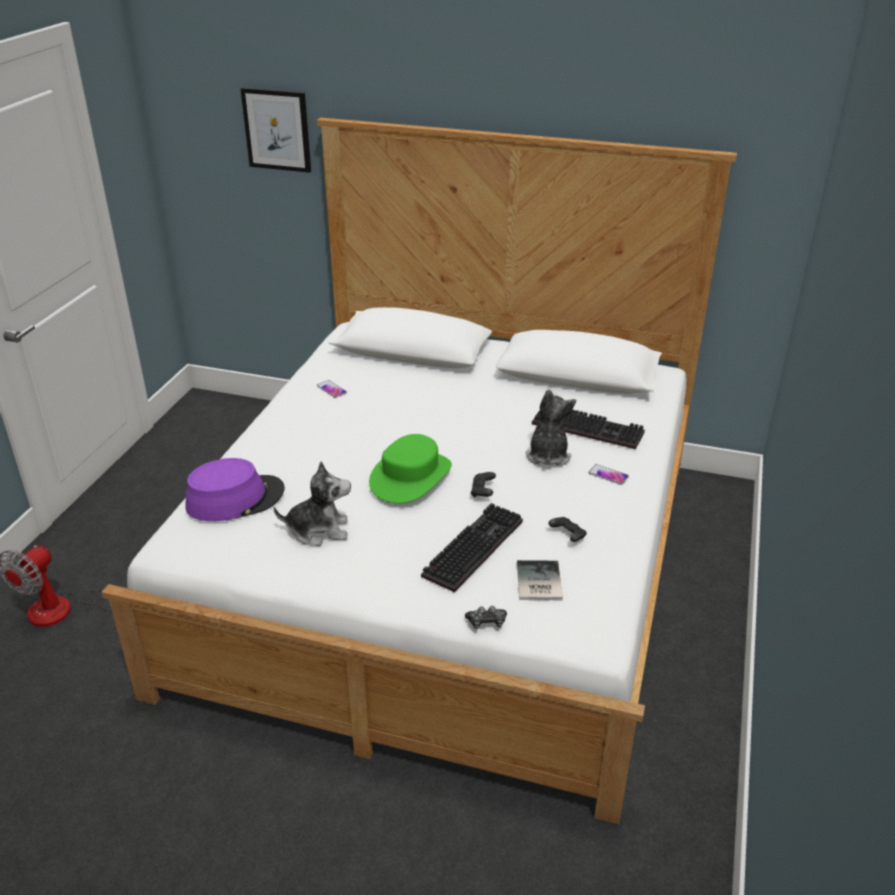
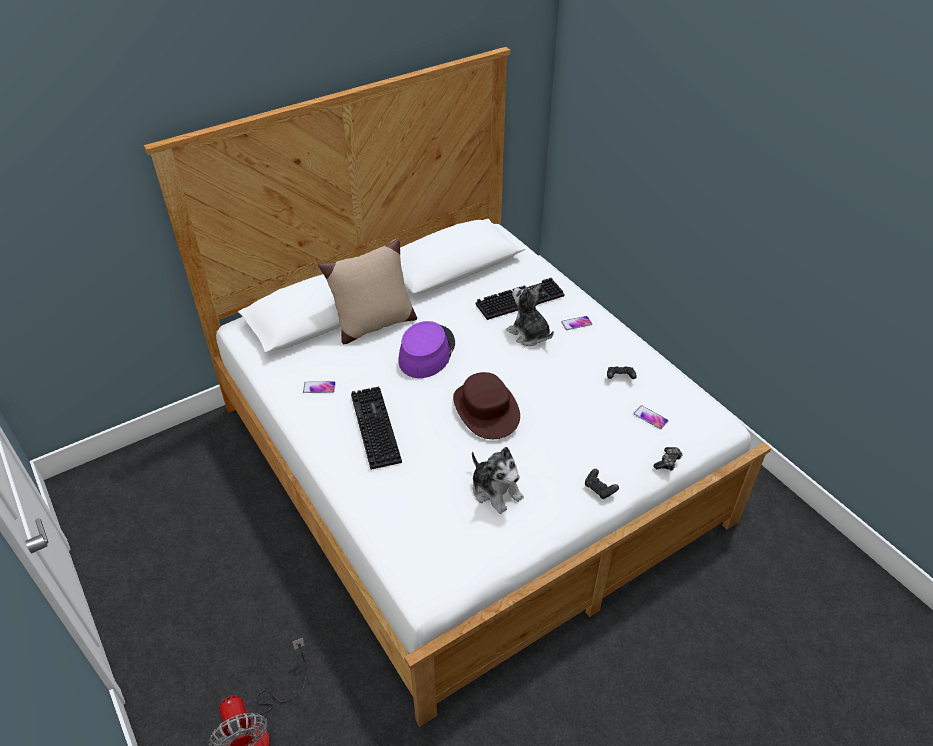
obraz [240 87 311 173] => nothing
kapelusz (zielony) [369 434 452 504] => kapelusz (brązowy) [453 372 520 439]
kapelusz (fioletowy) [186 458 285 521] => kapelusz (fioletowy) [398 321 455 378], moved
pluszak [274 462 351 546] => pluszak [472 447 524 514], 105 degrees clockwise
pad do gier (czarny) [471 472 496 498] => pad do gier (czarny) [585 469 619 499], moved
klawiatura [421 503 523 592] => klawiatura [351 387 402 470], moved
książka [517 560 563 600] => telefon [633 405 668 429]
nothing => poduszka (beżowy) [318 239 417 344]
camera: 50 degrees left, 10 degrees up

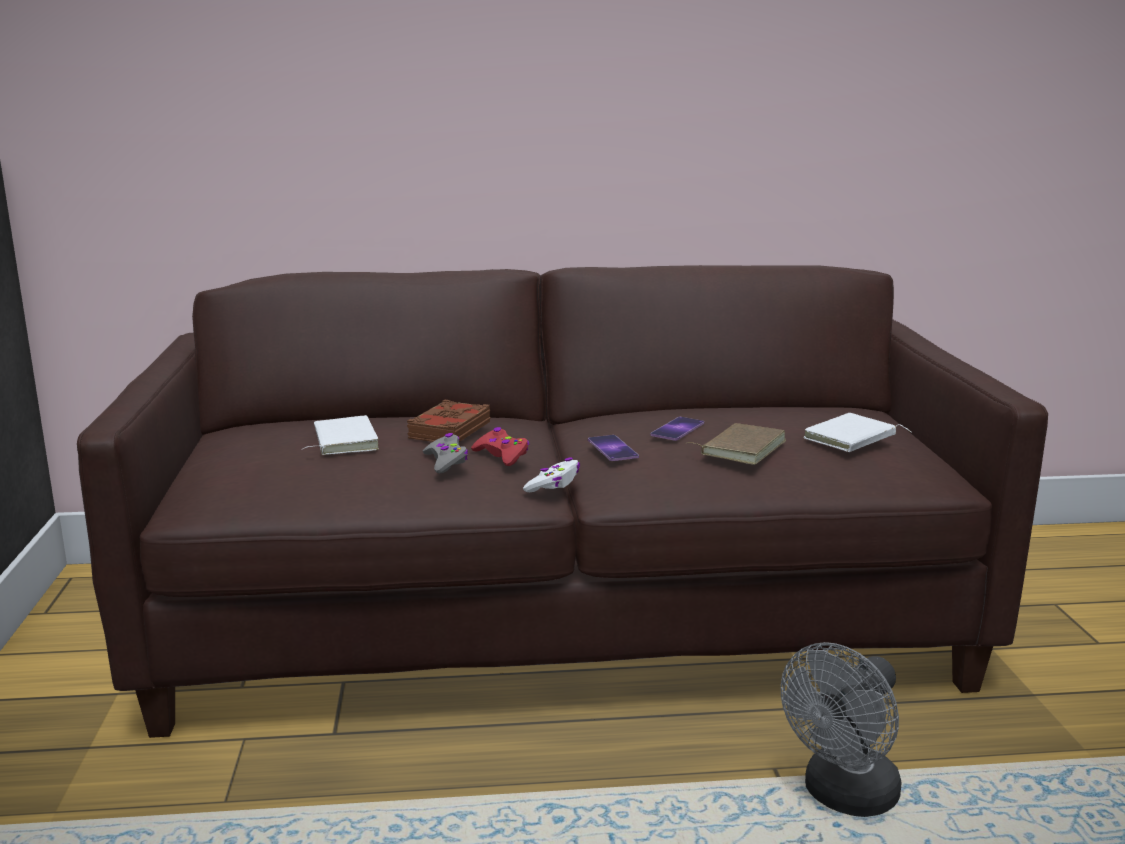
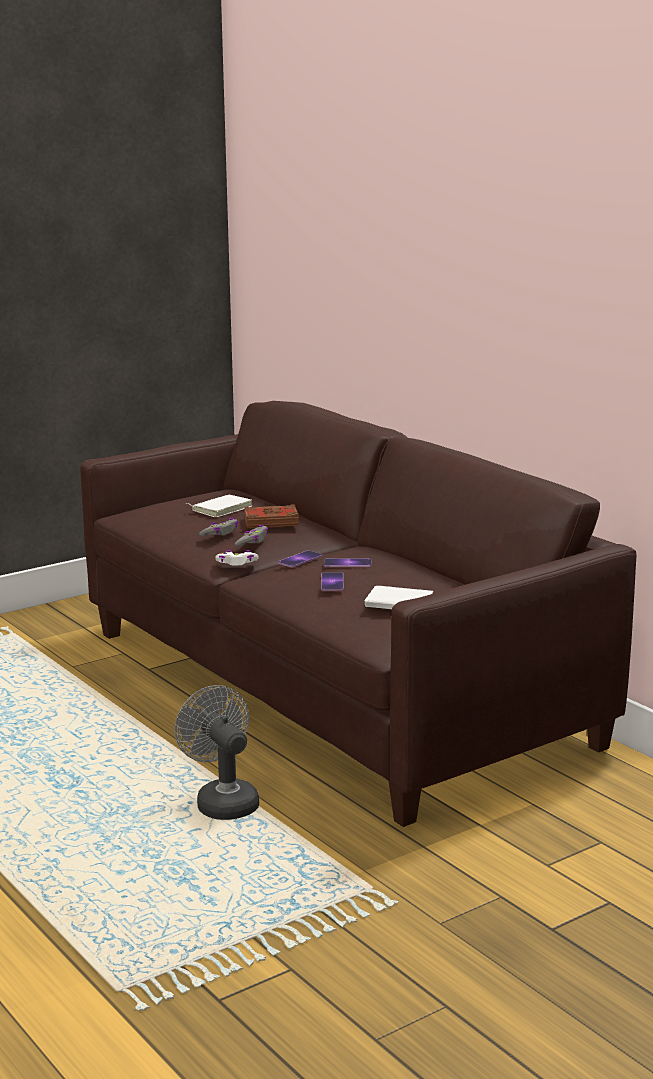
książka (brązowy) [685 423 786 465] => telefon [321 572 344 591]
pad do gier (czerwony) [471 427 529 466] => pad do gier (szary) [235 525 268 546]
wentylator (szary) [781 642 902 817] => wentylator (szary) [175 685 259 820], 45 degrees clockwise
camera: 60 degrees right, 0 degrees up

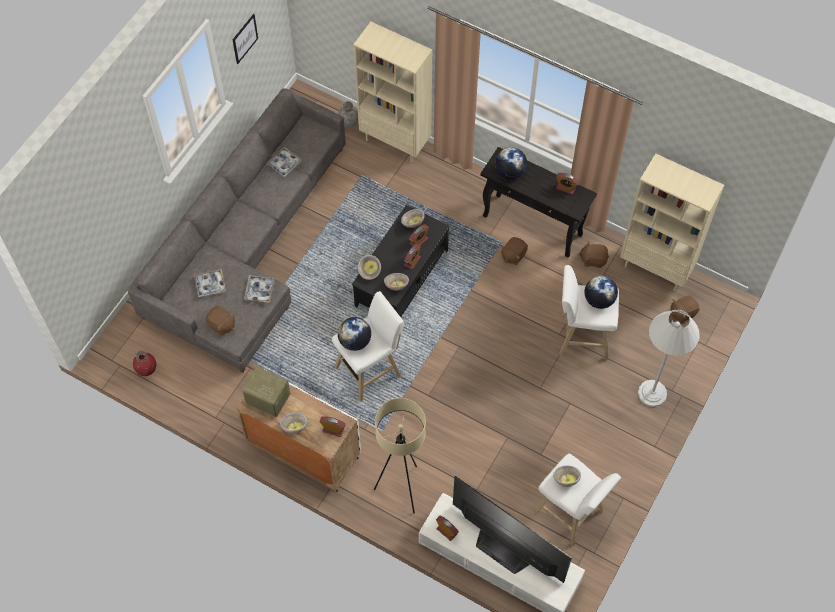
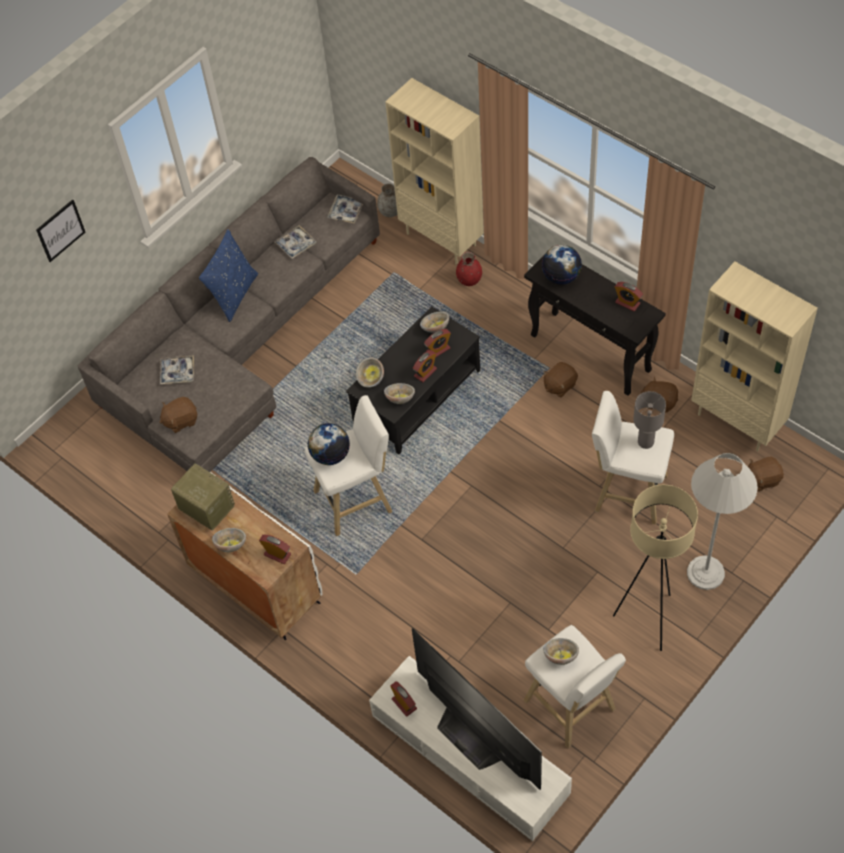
obraz [233 14 258 64] => obraz [36 199 85 262], moved
taca [244 275 275 302] => taca [327 194 363 224], moved
globus [584 276 618 309] => lampa stołowa (szary) [633 391 666 449]
pluszak (brązowy) [205 306 235 336] => pluszak (brązowy) [159 397 197 433], 105 degrees clockwise
wazon (czerwony) [133 350 156 376] => wazon (czerwony) [456 252 482 286], moved
lampa stojąca (beżowy) [374 398 426 513] => lampa stojąca (beżowy) [613 485 698 651], moved
nothing => poduszka (niebieski) [199 229 258 322]
camera: 15 degrees right, 5 degrees down

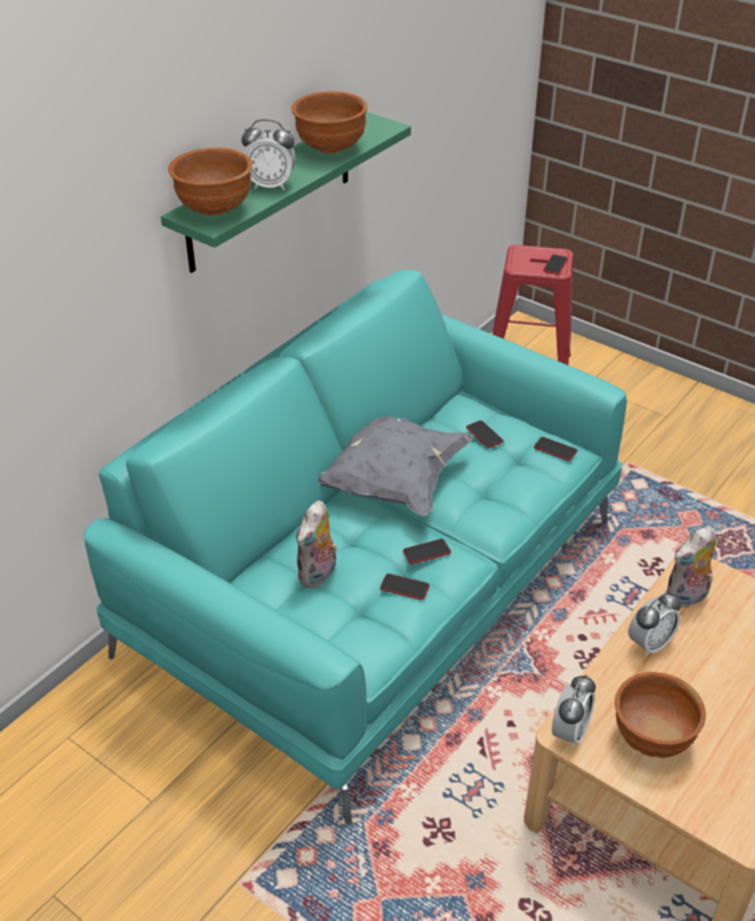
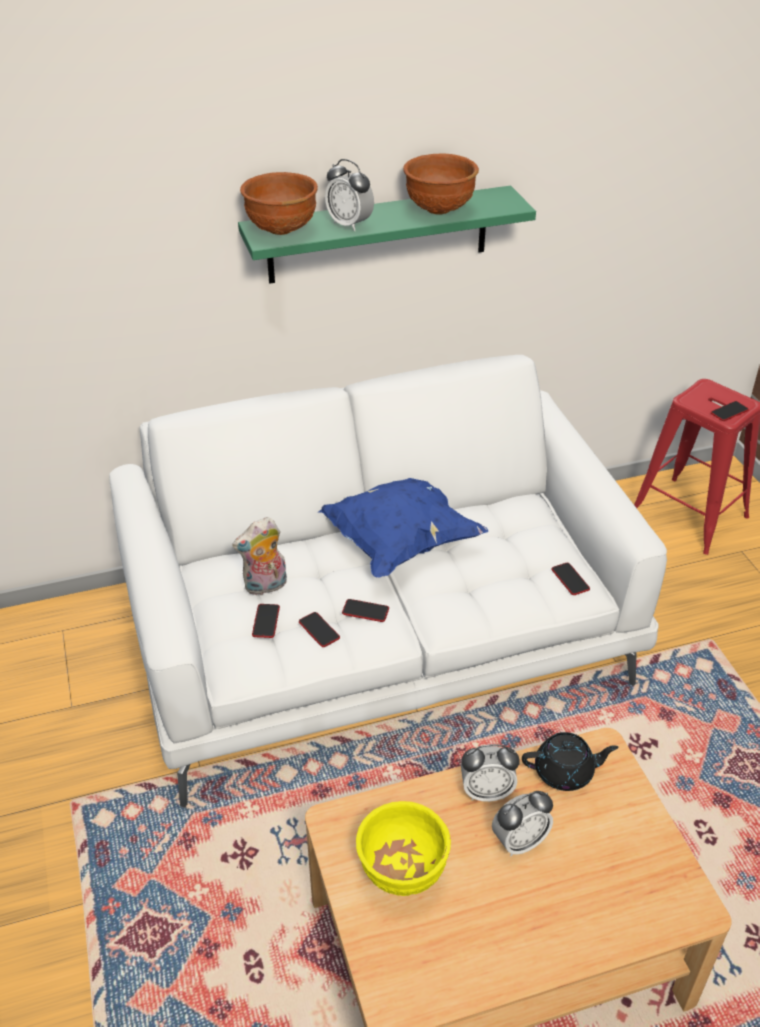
kanapa (turkusowy) [84 270 627 825] => kanapa (biały) [109 355 667 808]
poduszka (szary) [316 416 474 516] => poduszka (niebieski) [317 478 488 578]
telefon [466 420 504 448] => telefon [252 604 280 638], moved
pluszak [665 526 716 608] => imbryk (czarny) [522 732 619 791]
miska (brązowy) [615 672 706 758] => miska (żółty) [356 801 451 896]
budzik [552 674 596 748] => budzik [492 791 553 856], moved
camera: 35 degrees right, 0 degrees up

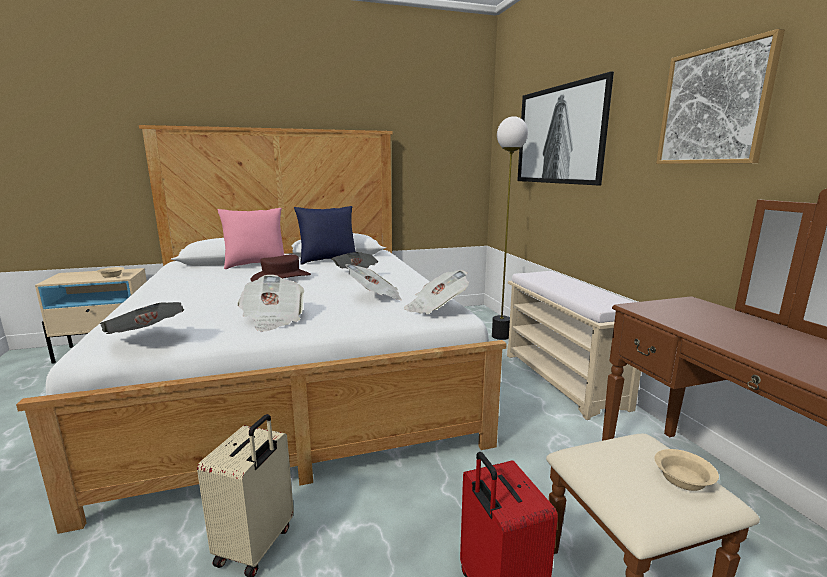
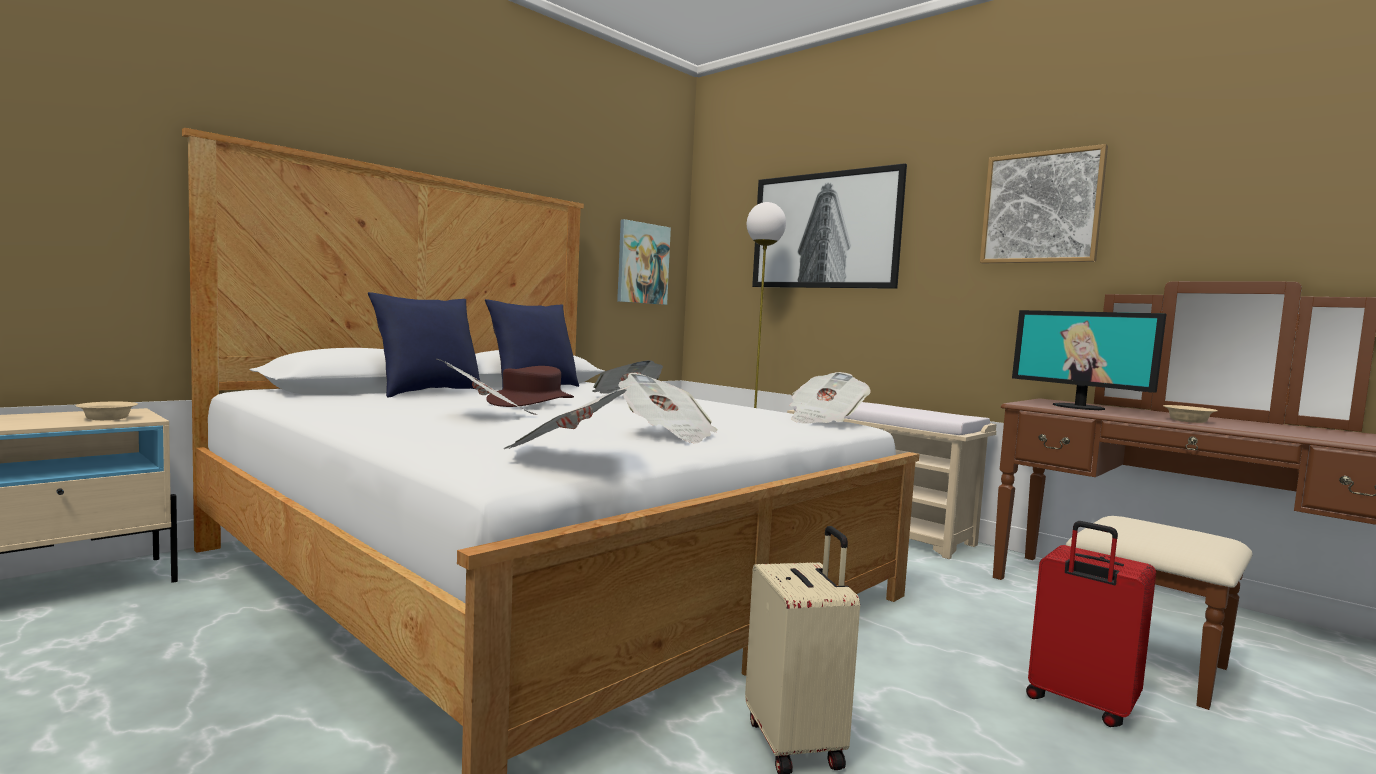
poduszka (różowy) [217 208 284 269] => poduszka (niebieski) [368 292 480 397]
gazeta [345 264 402 300] => gazeta [436 359 537 415], moved
miska (beżowy) [654 449 719 491] => miska (beżowy) [1163 405 1218 423], moved
nothing => obraz [617 219 671 305]
nothing => monitor [1012 310 1166 410]
camera: 30 degrees left, 10 degrees down

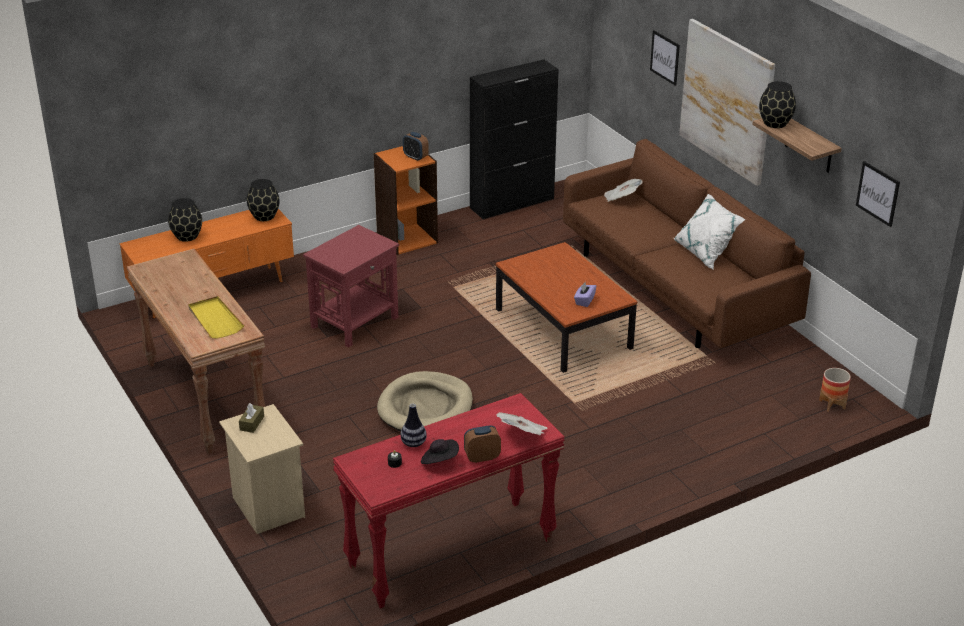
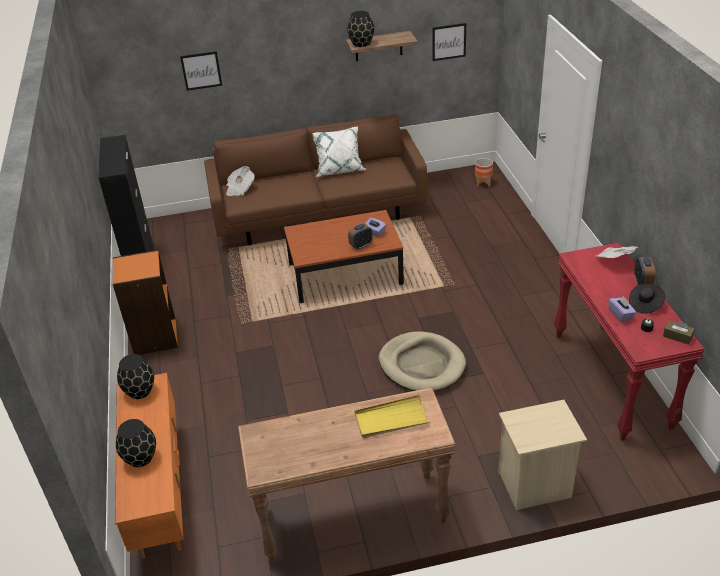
obraz [679 19 775 186] => nothing
budzik [403 132 429 161] => budzik [348 223 373 250], moved
stolik (czerwony) [303 225 399 348] => nothing
pudełko chusteczek (brązowy) [239 403 264 433] => pudełko chusteczek (brązowy) [663 321 695 345], moved
wazon [400 404 427 447] => pudełko chusteczek (fioletowy) [608 296 636 322]
camera: 70 degrees left, 5 degrees up

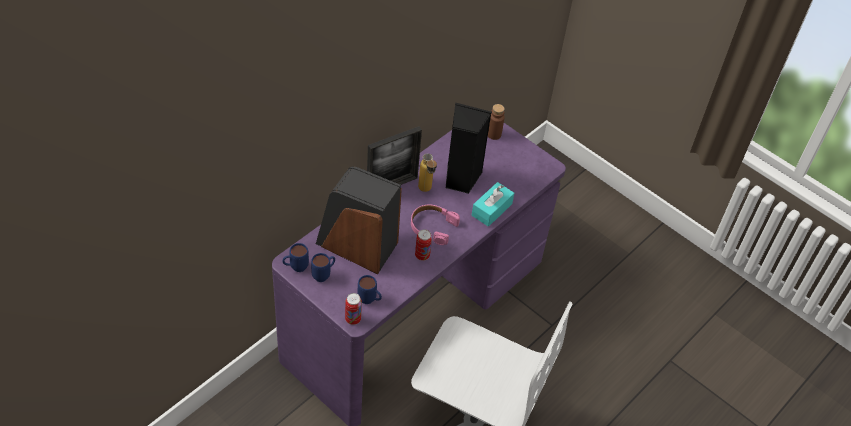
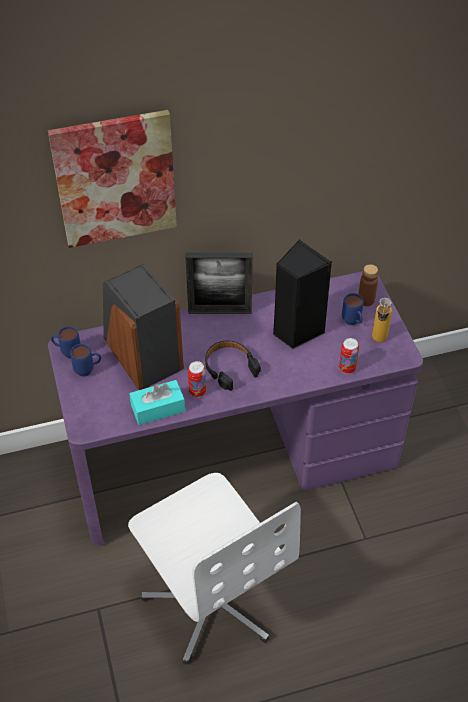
butelka [418 154 437 192] => butelka [372 298 392 342], moved
pudełko chusteczek (turkusowy) [472 182 514 227] => pudełko chusteczek (turkusowy) [129 380 185 425], moved
słuchawki (różowy) [411 205 460 245] => słuchawki (czarny) [205 341 261 391]
kubek (niebieski) [357 275 382 304] => kubek (niebieski) [342 293 363 325], moved
puszka [345 293 362 325] => puszka [339 338 359 374], moved
nothing => obraz [48 110 177 248]
camera: 35 degrees right, 0 degrees up

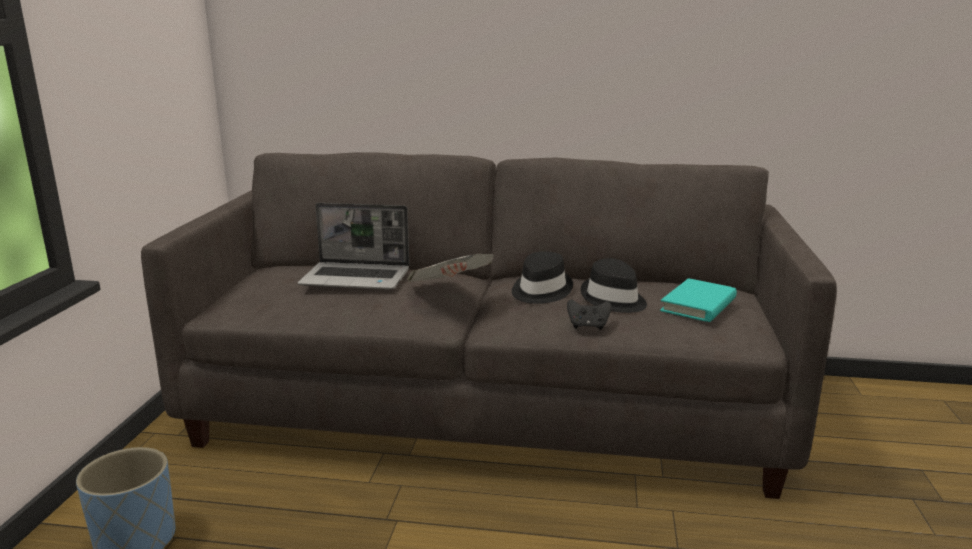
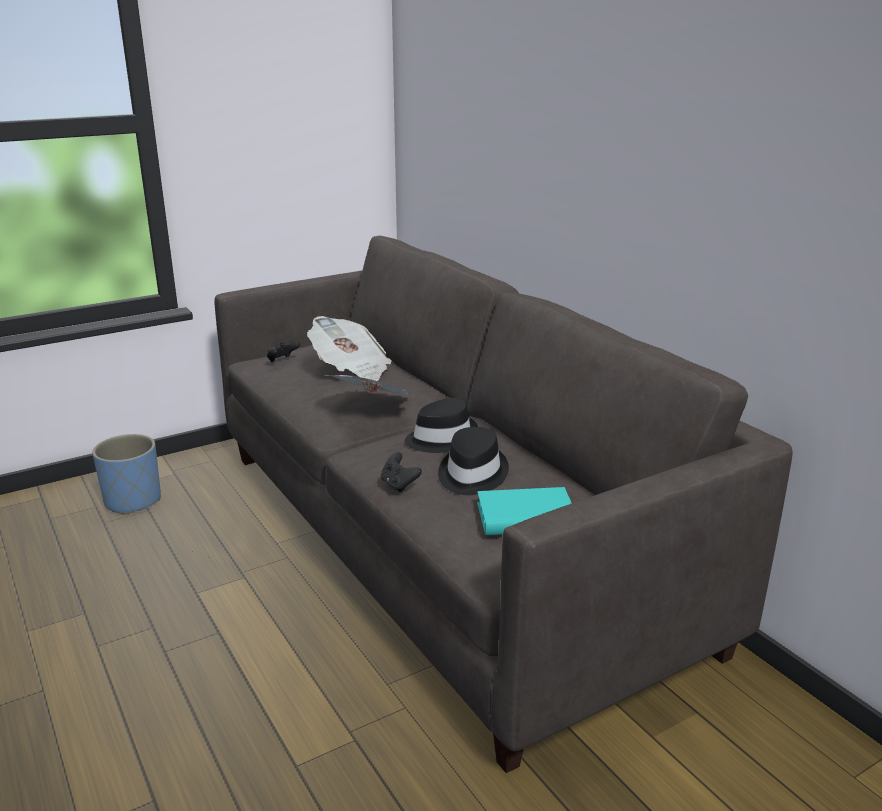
laptop [298 203 410 290] => gazeta [307 316 392 381]
nothing => pad do gier (czarny) [267 341 300 362]
camera: 50 degrees right, 5 degrees up

